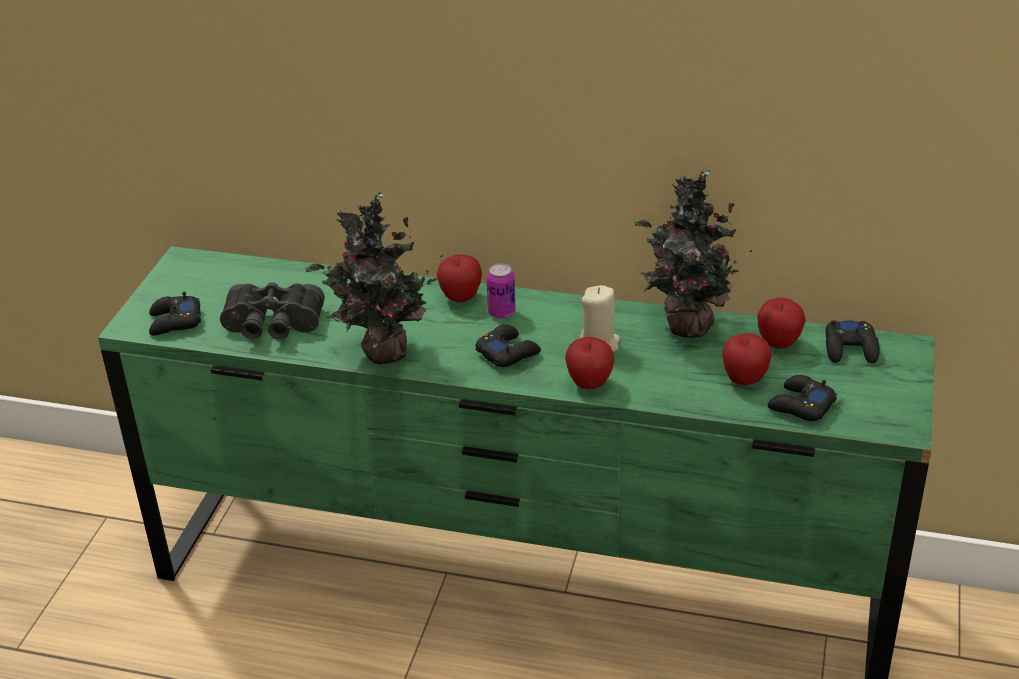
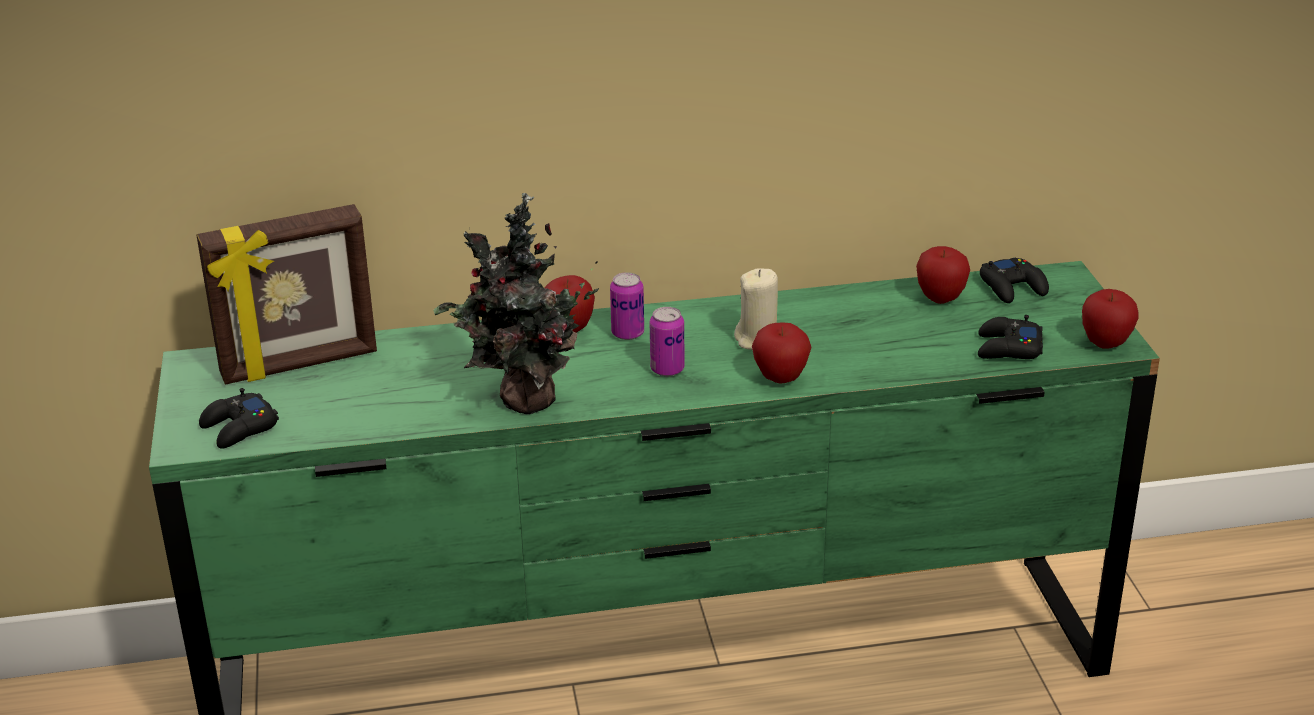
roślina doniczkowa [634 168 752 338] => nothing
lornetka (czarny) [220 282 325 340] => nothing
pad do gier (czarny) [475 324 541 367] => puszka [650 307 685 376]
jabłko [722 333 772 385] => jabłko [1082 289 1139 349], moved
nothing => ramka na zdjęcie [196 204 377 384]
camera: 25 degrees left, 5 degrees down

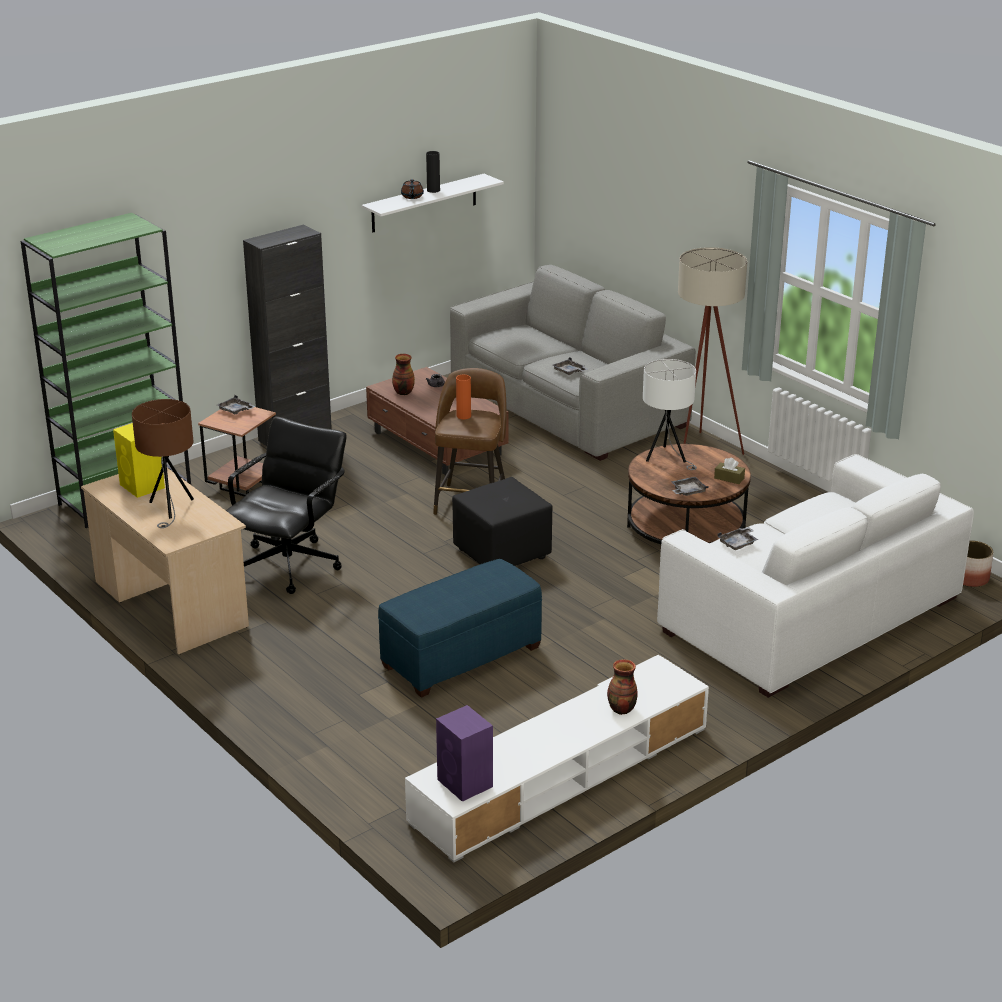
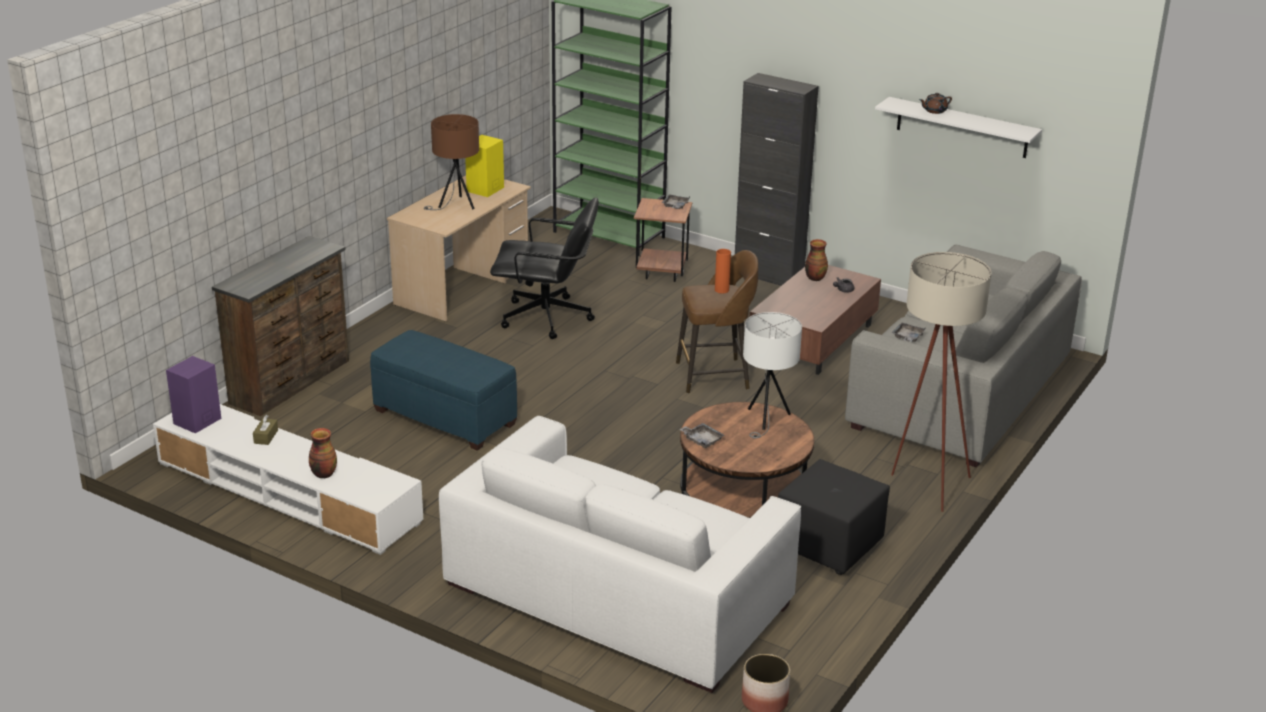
wazon (czarny) [426 151 440 193] => nothing
pudełko chusteczek (brązowy) [714 458 745 484] => pudełko chusteczek (brązowy) [253 415 278 445], moved
pufa (czarny) [452 477 553 566] => pufa (czarny) [778 459 890 575], moved
taca (szary) [718 527 758 550] => nothing
nothing => komoda (brązowy) [212 236 349 416]
camera: 70 degrees right, 0 degrees up

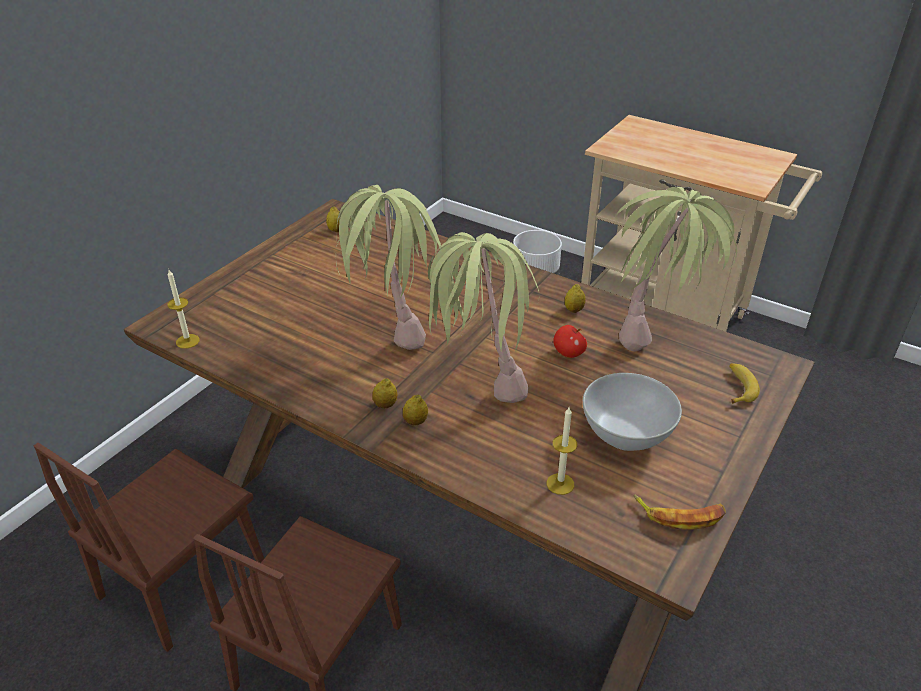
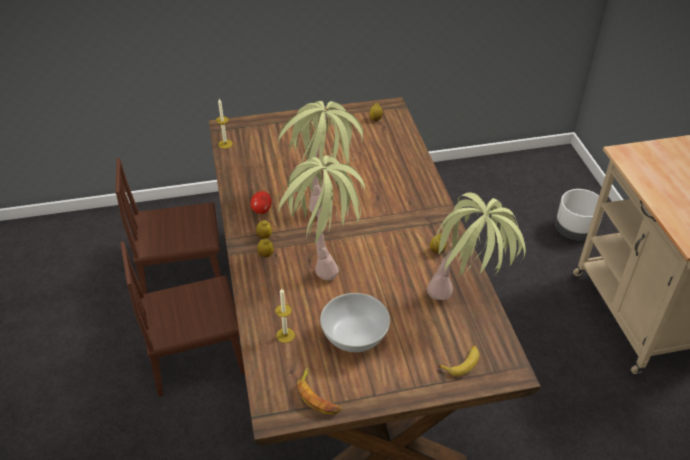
jabłko [553 325 587 358] => jabłko [250 191 271 214], moved
camera: 45 degrees right, 5 degrees up

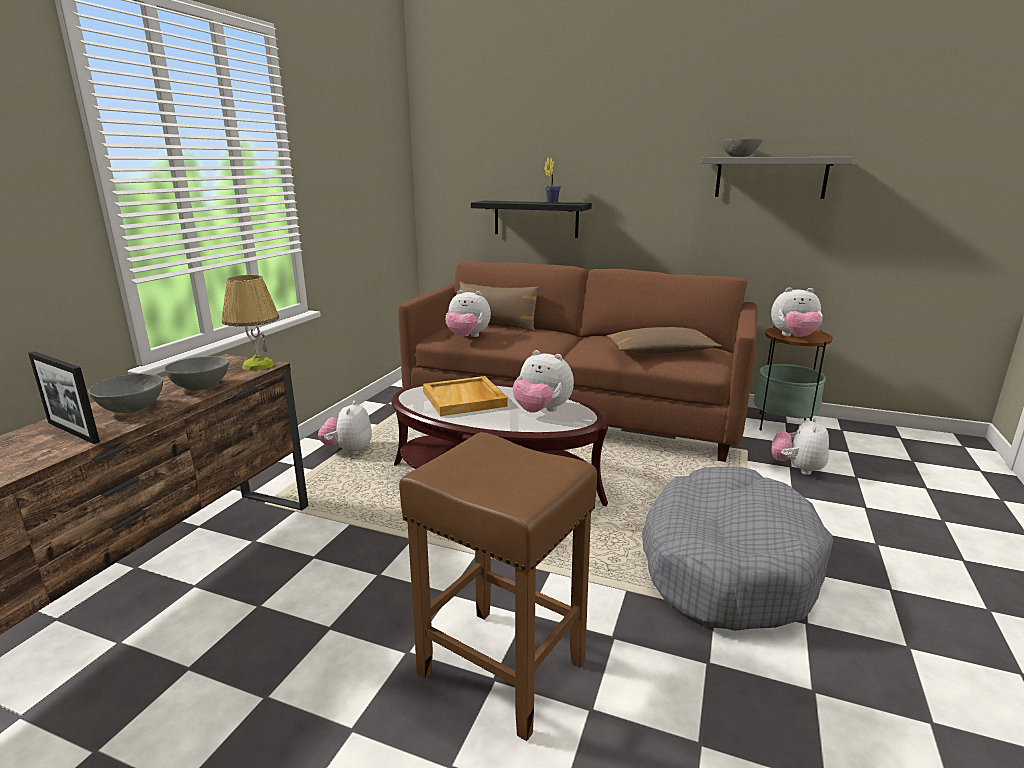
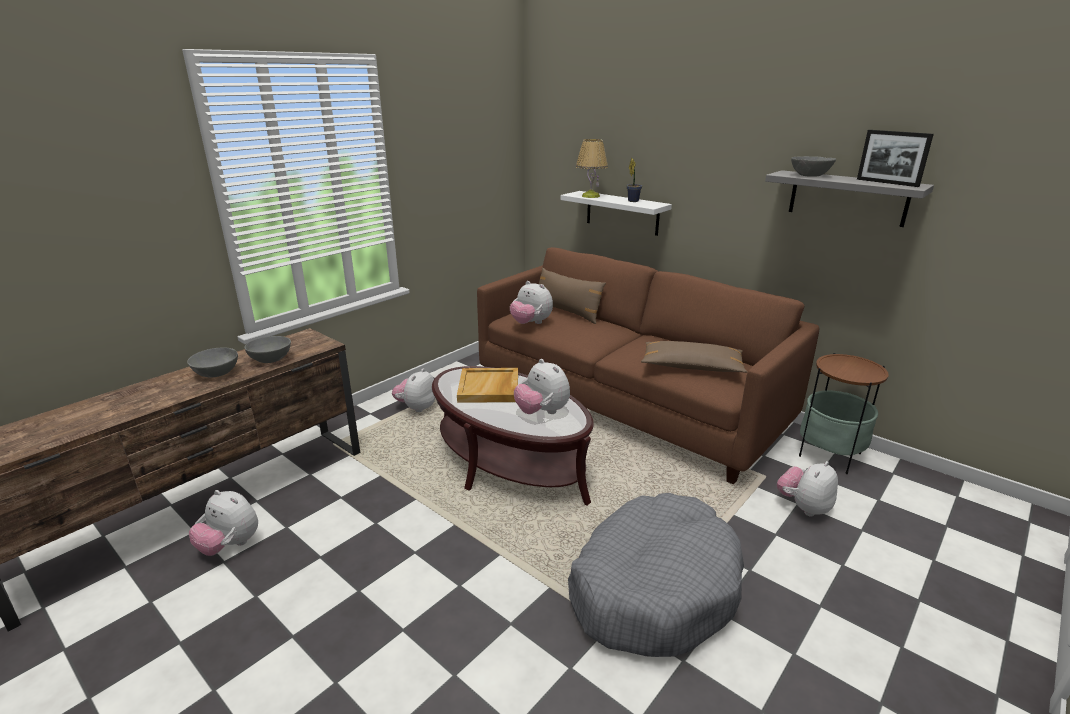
półka (czarny) [471 201 592 238] => półka (biały) [561 191 672 236]
lampa stołowa [222 275 280 370] => lampa stołowa [576 139 608 198], moved
pluszak [771 287 823 337] => pluszak [189 490 258 556], moved
ramka na zdjęcie [28 351 100 444] => ramka na zdjęcie [857 130 934 187], moved
stołek (brązowy) [399 432 597 741] => nothing
camera: 20 degrees right, 5 degrees up

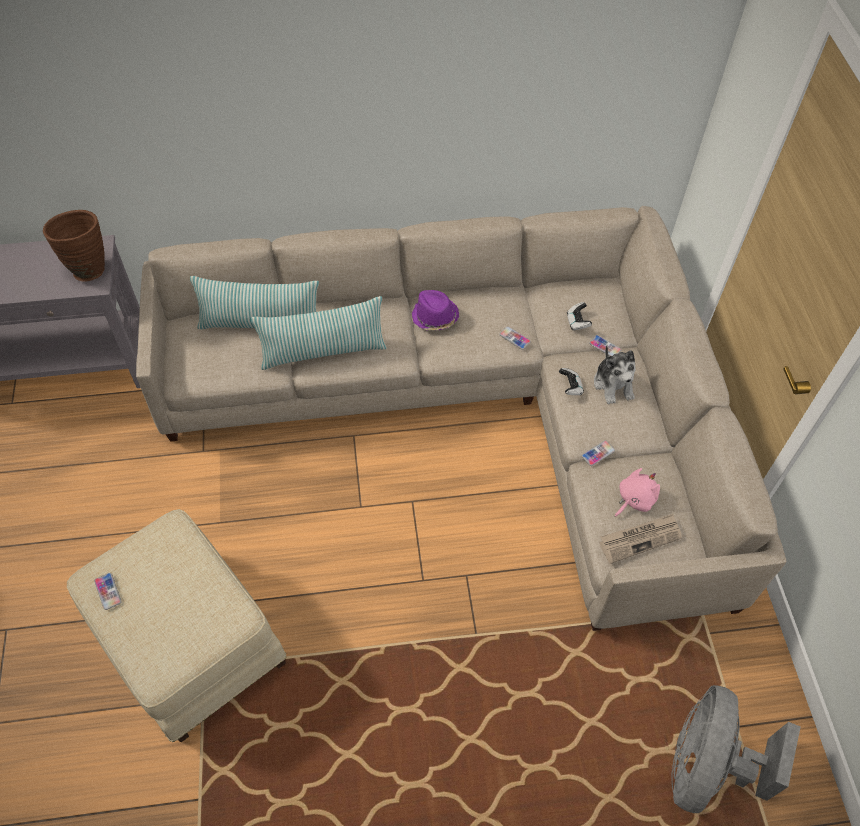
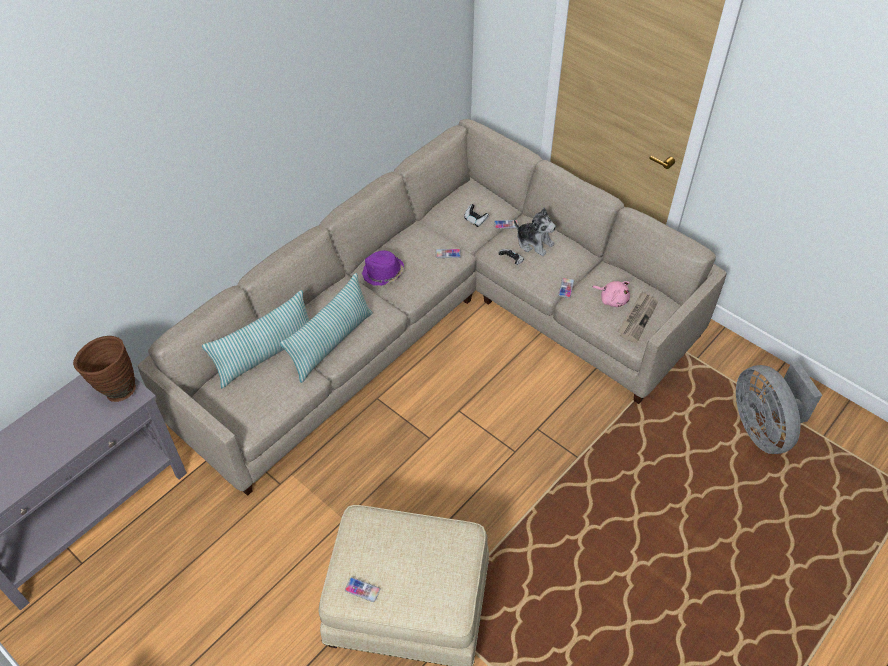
pluszak (różowy) [615 468 660 517] => pluszak (różowy) [592 281 630 307], 120 degrees clockwise
camera: 40 degrees left, 5 degrees down

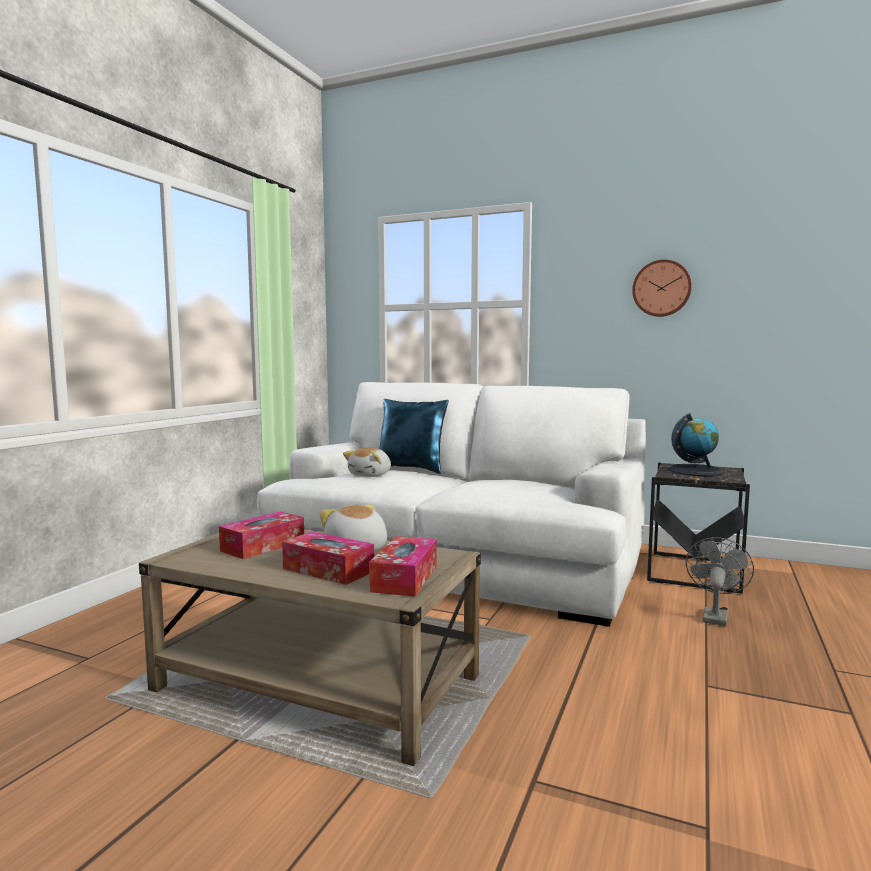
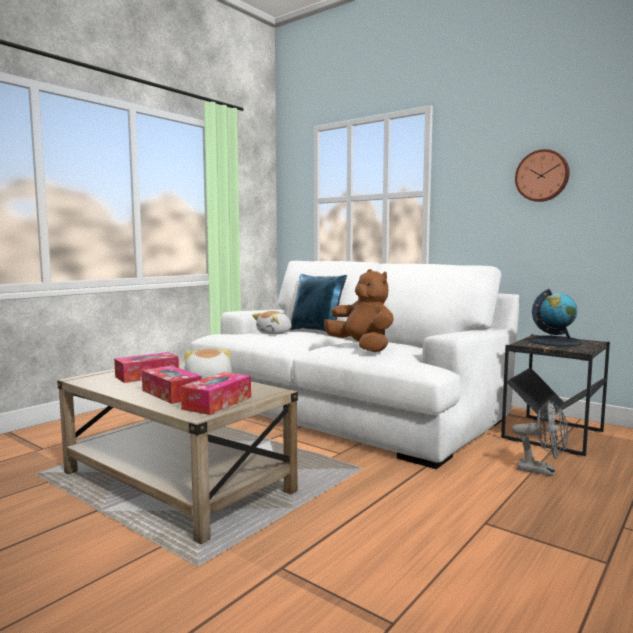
wentylator (szary) [686 537 754 626] => wentylator (szary) [512 400 569 476], 75 degrees clockwise
nothing => pluszak (brązowy) [324 269 394 352]
camera: 15 degrees right, 0 degrees up

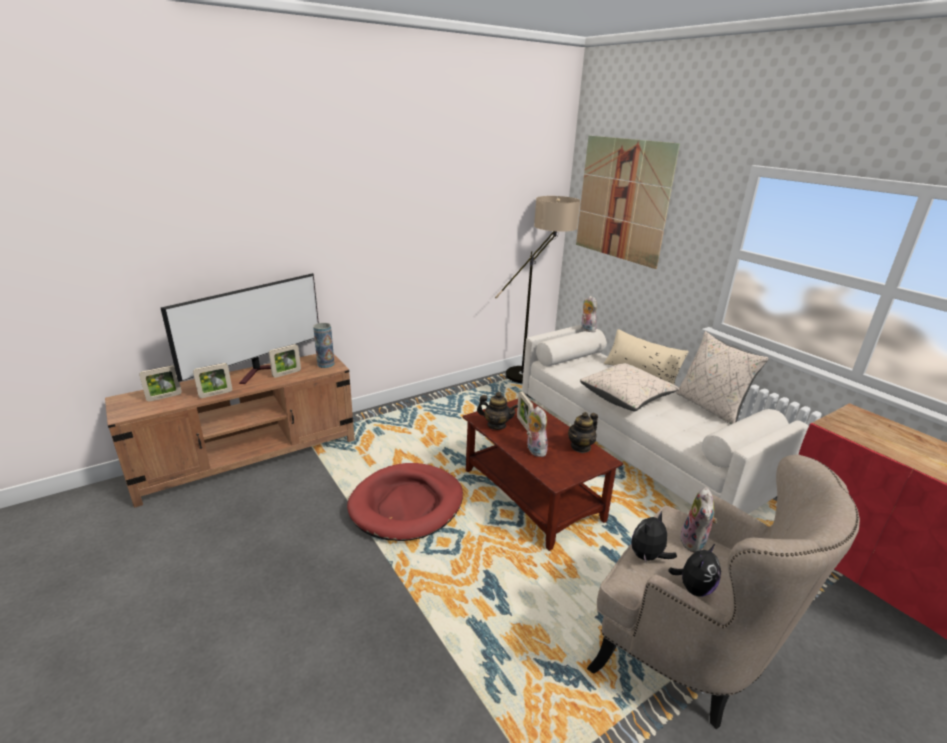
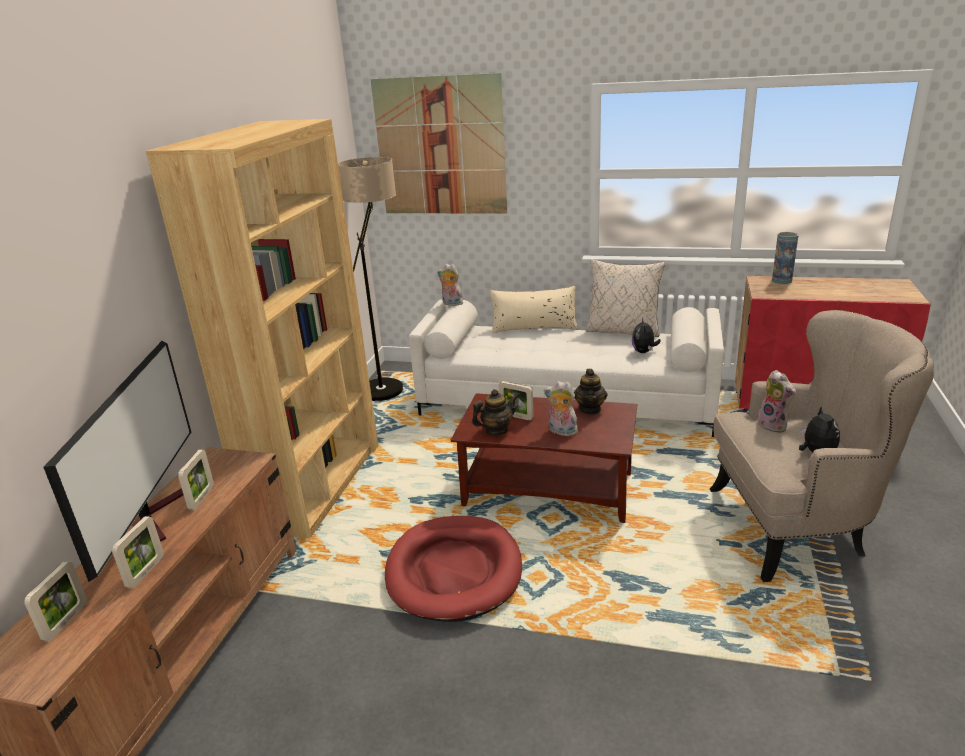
wazon [313 323 334 368] => wazon [772 232 799 284], moved
poduszka (beżowy) [580 363 679 411] => nothing
pluszak [632 511 677 562] => pluszak [632 318 661 353], moved
nothing => regał (brązowy) [146 119 379 539]
camera: 40 degrees left, 0 degrees up

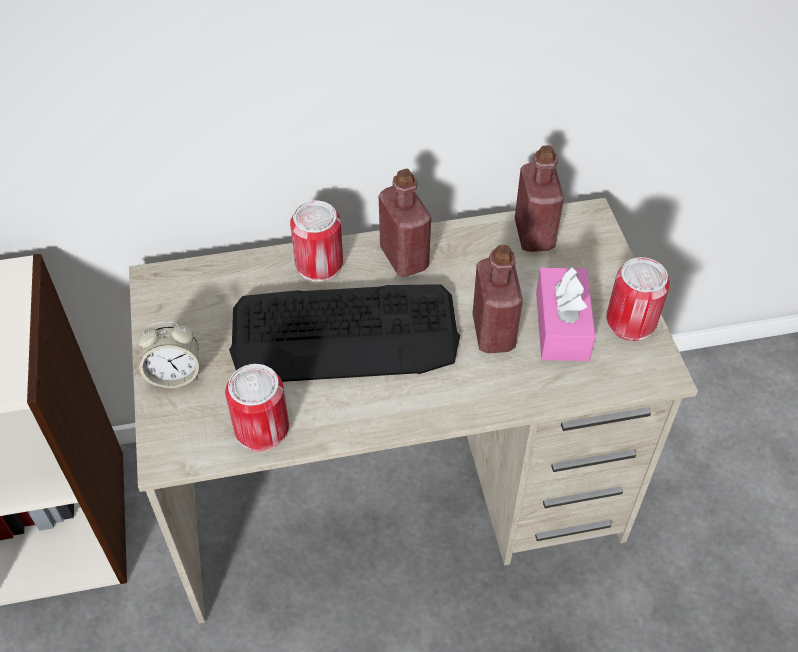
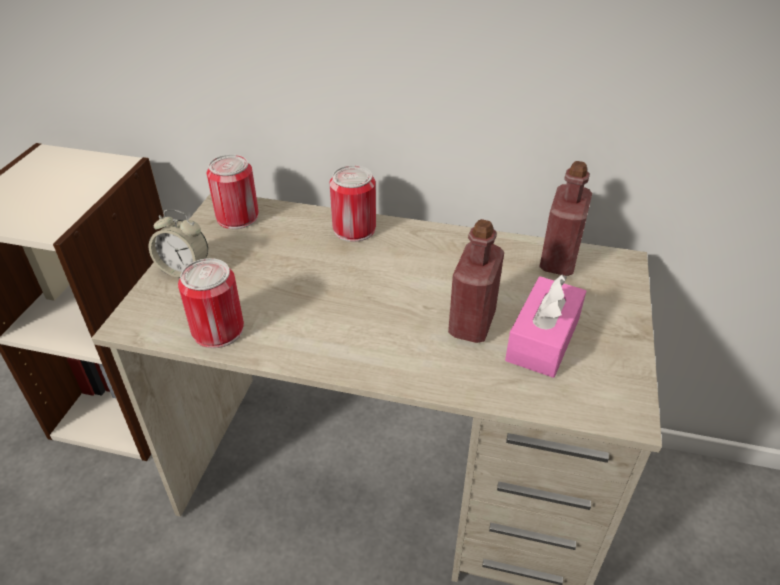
butelka (czerwony) [379 169 431 277] => nothing
puszka [607 257 670 341] => puszka [207 154 259 229], moved
klawiatura [229 284 460 382] => nothing
camera: 25 degrees right, 10 degrees down

